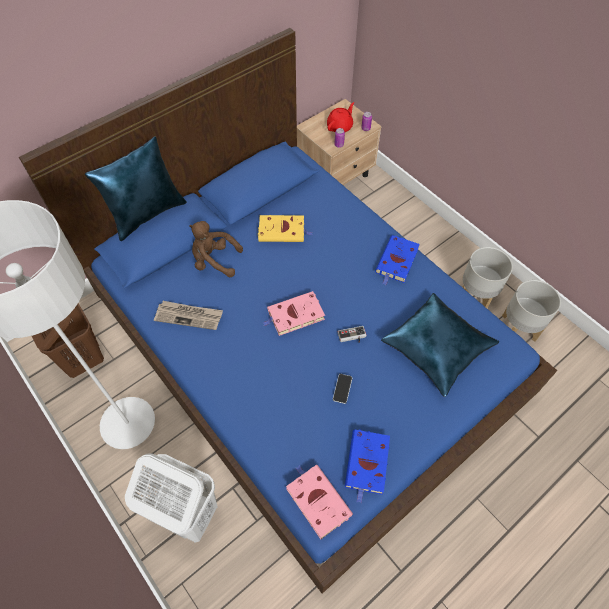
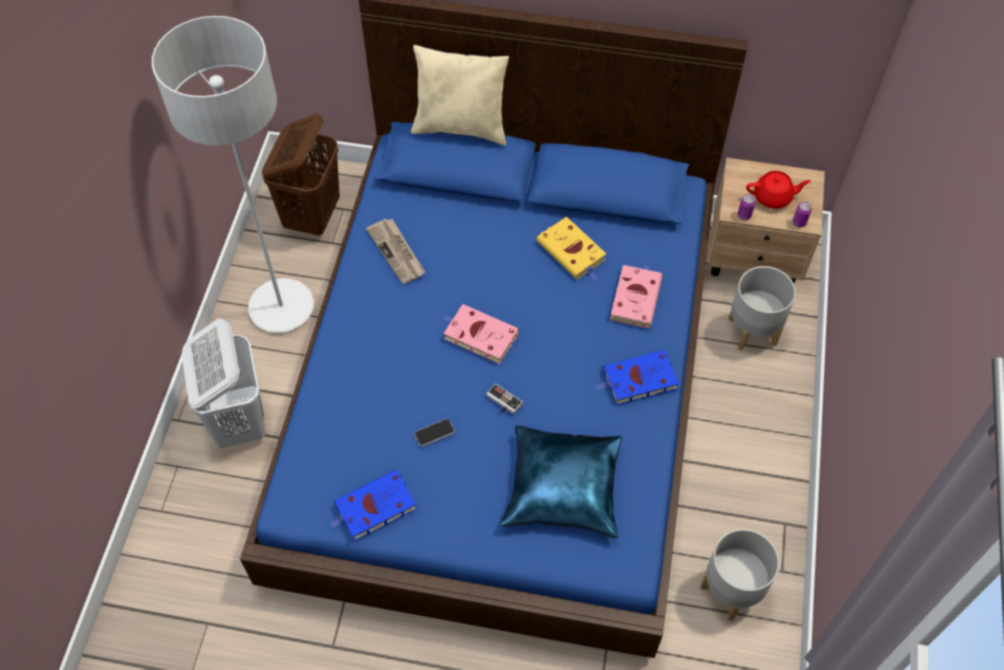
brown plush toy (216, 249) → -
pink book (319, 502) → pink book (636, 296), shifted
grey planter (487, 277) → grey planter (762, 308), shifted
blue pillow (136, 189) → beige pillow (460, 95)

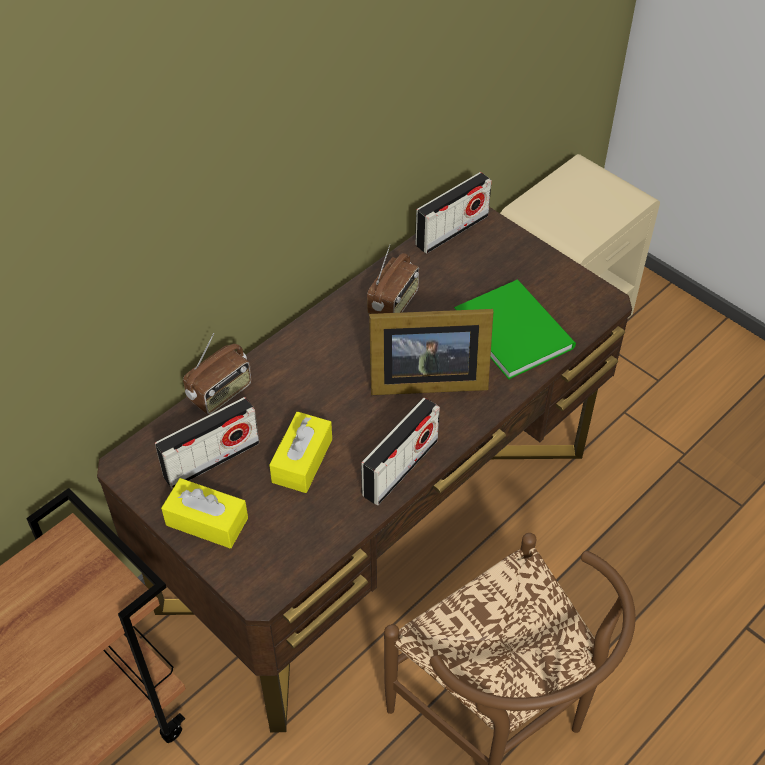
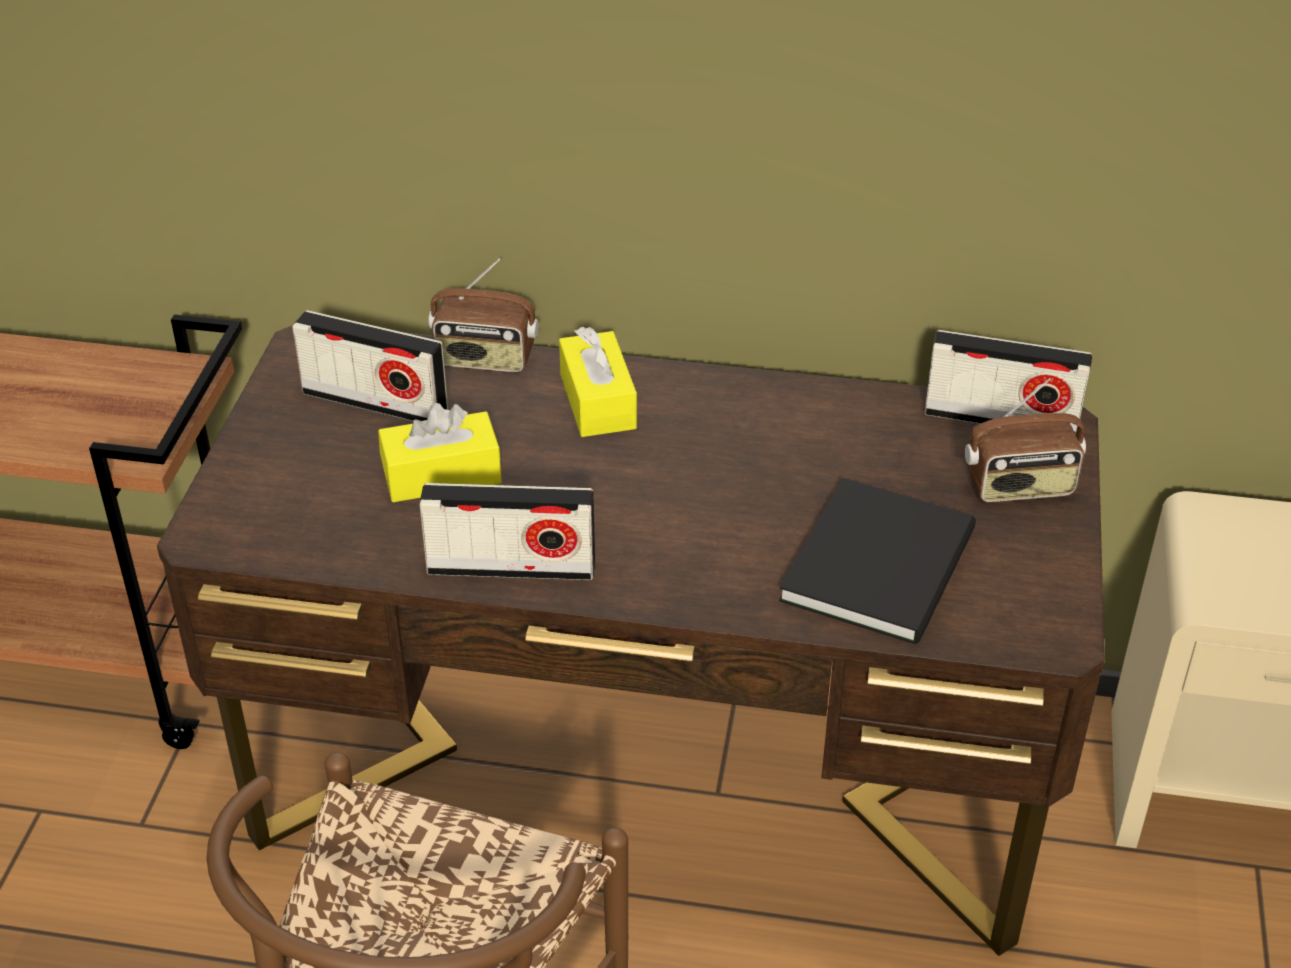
picture frame (431, 352) → -
yellow tissue box (204, 513) → yellow tissue box (598, 382), shifted
radio (393, 279) → radio (1025, 440), shifted
green book (515, 329) → black book (877, 561)

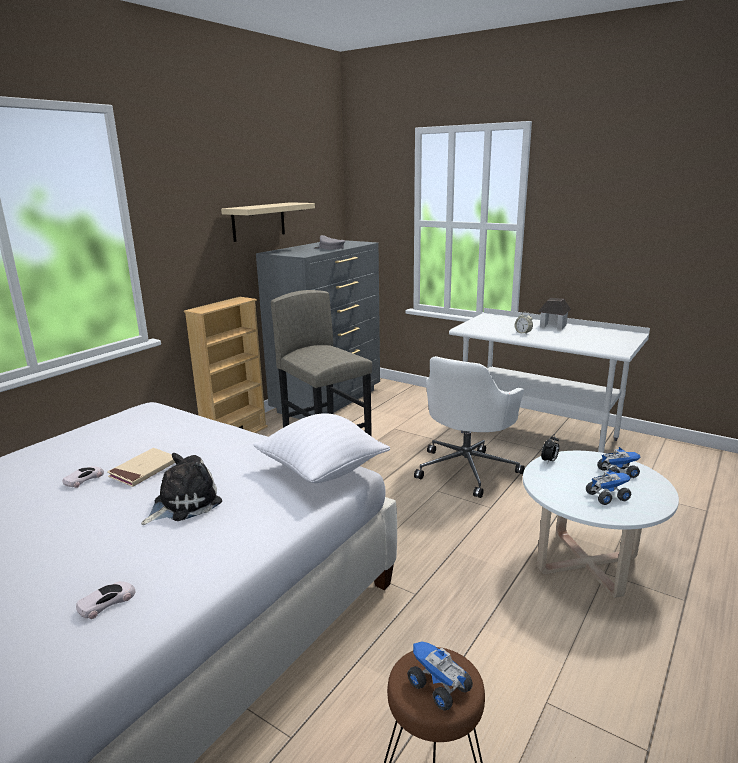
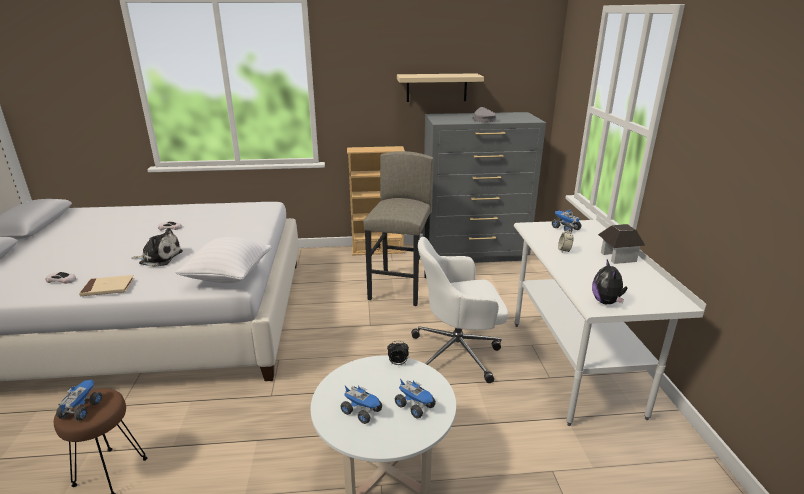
- → toy truck (566, 220)
- → plush toy (609, 281)
beige book (141, 467) → beige book (106, 285), shifted

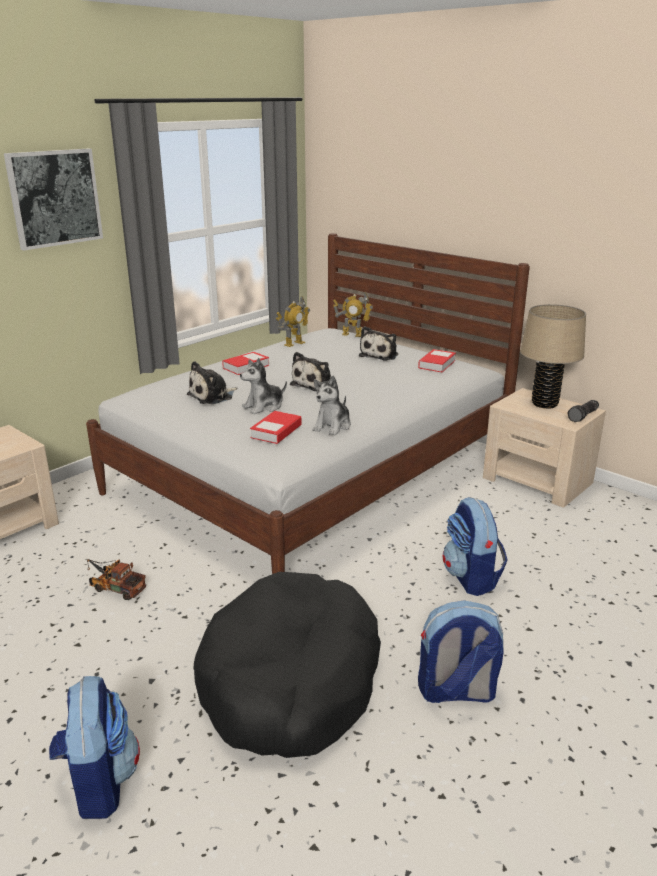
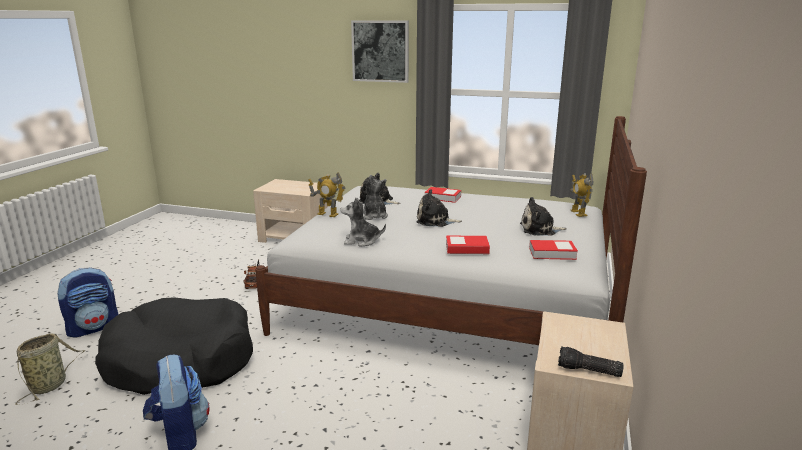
backpack (475, 546) → -
beige table lamp (553, 356) → -
- → basket (51, 369)
book (275, 427) → book (468, 245), shifted
toy robot (293, 321) → toy robot (327, 194), shifted
plush toy (263, 386) → plush toy (375, 197), 45 degrees clockwise

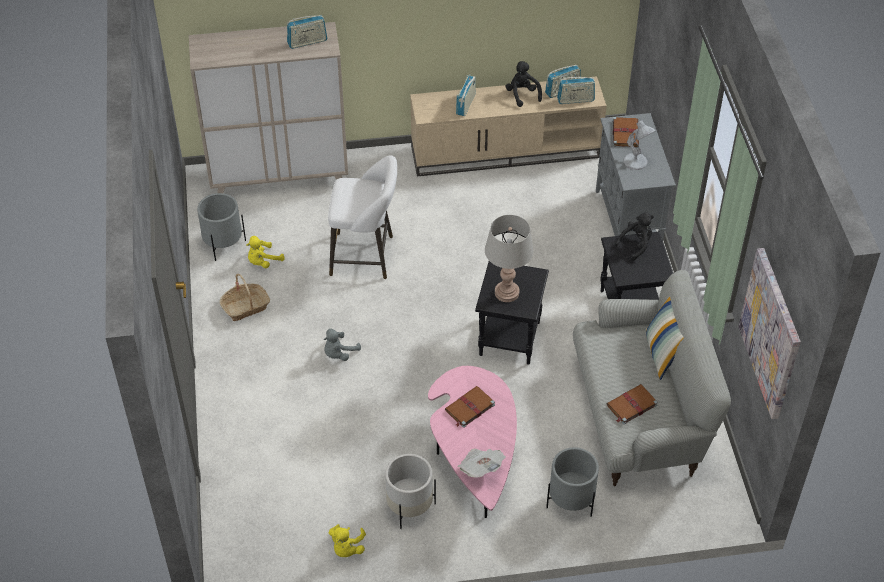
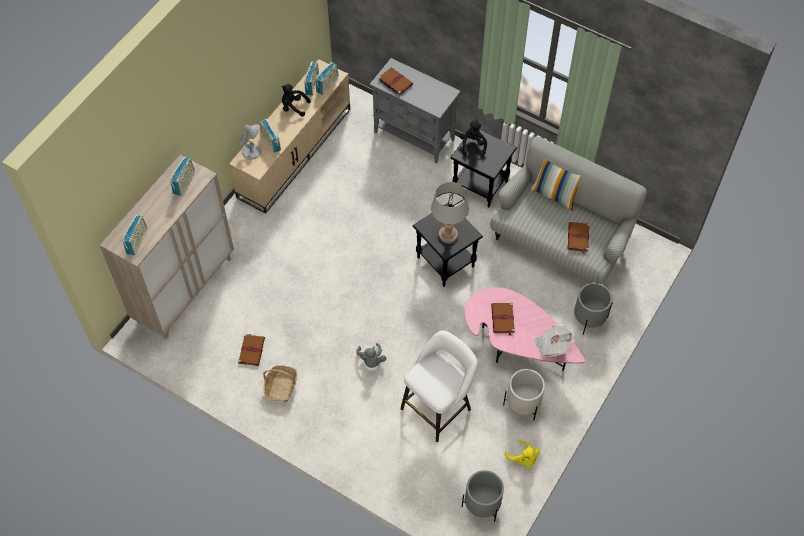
picture (769, 333) → -
- → radio (135, 235)
grey planter (221, 227) → grey planter (483, 496), shifted
white stool (362, 217) → white stool (439, 386), shifted
white table lamp (639, 145) → white table lamp (250, 142), shifted
yellow plush toy (265, 252) → brown book (251, 350)

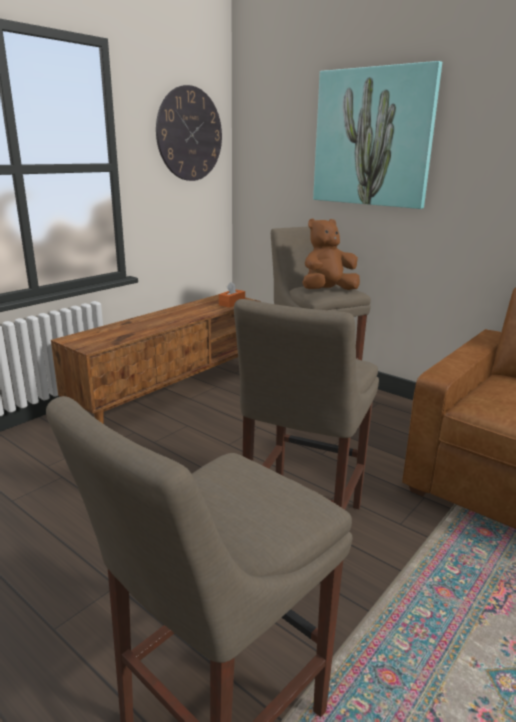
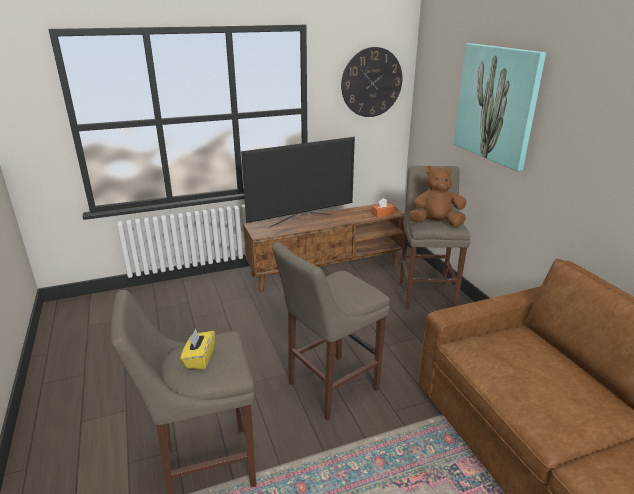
- → yellow tissue box (197, 349)
- → television (298, 182)

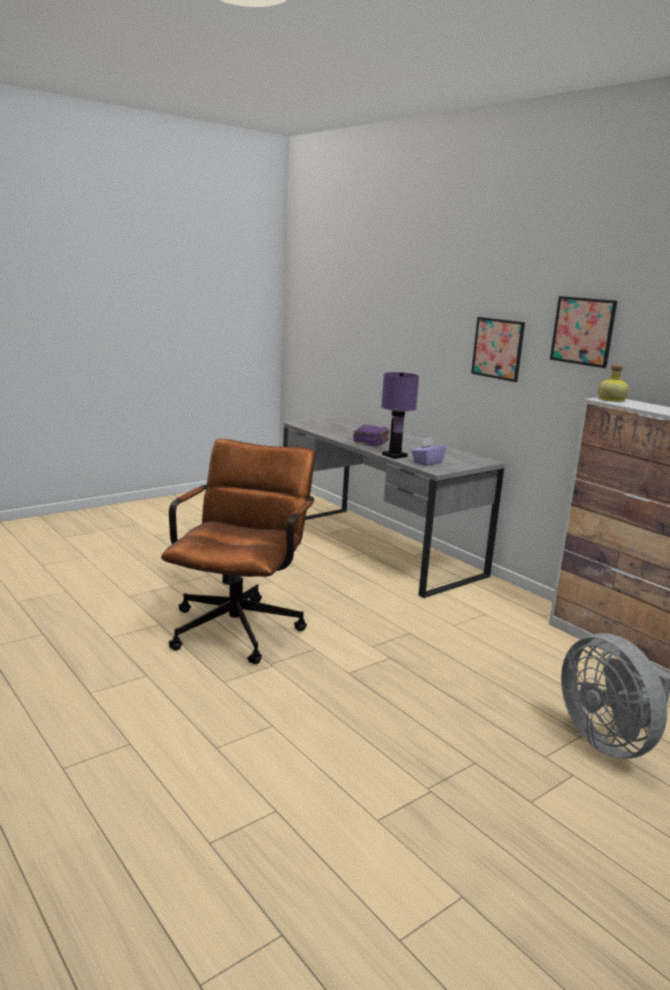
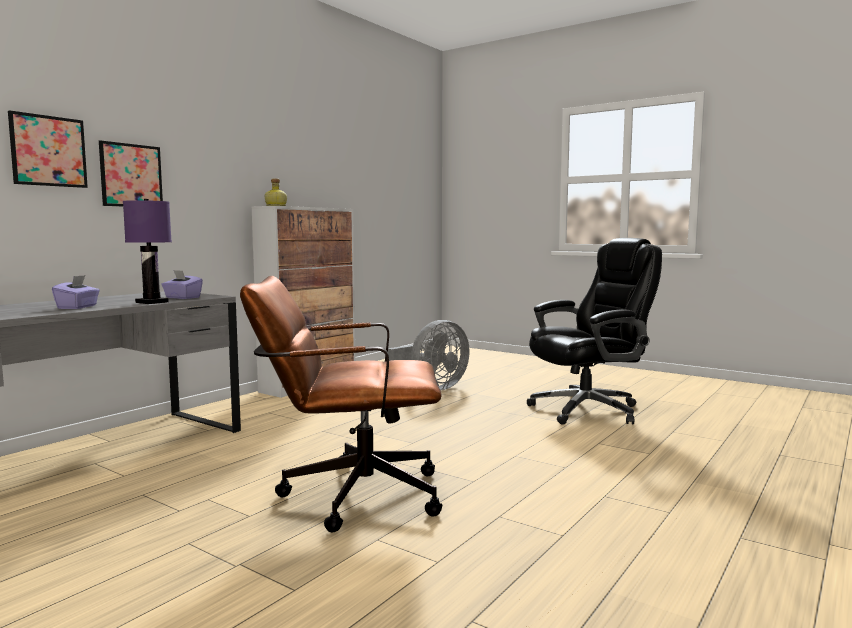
- → black office chair (594, 331)
picture (583, 332) → picture (48, 149), shifted
purple book (371, 435) → purple tissue box (76, 292)

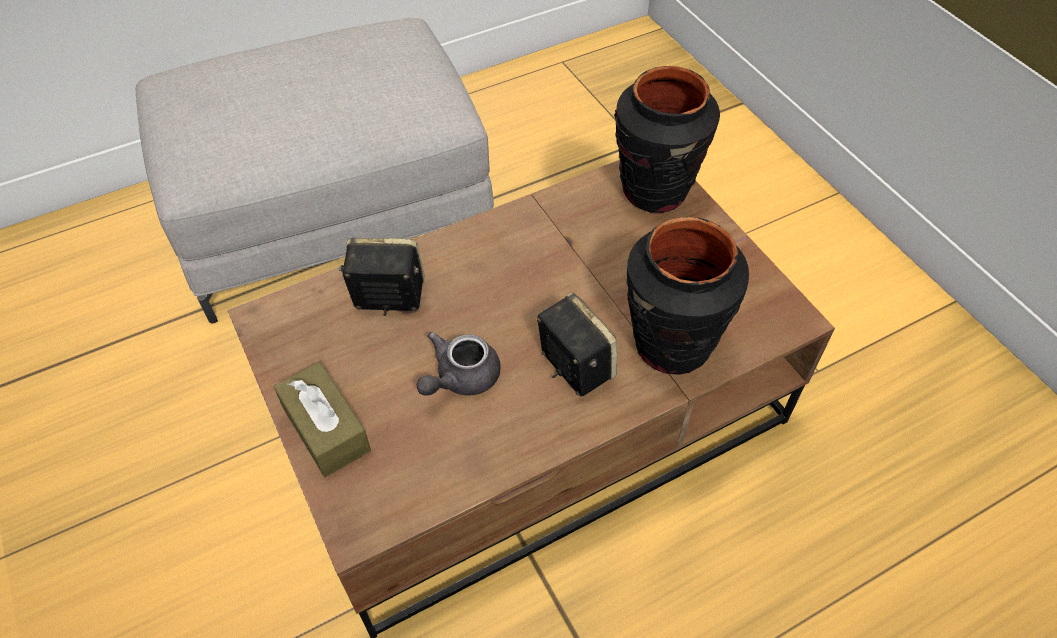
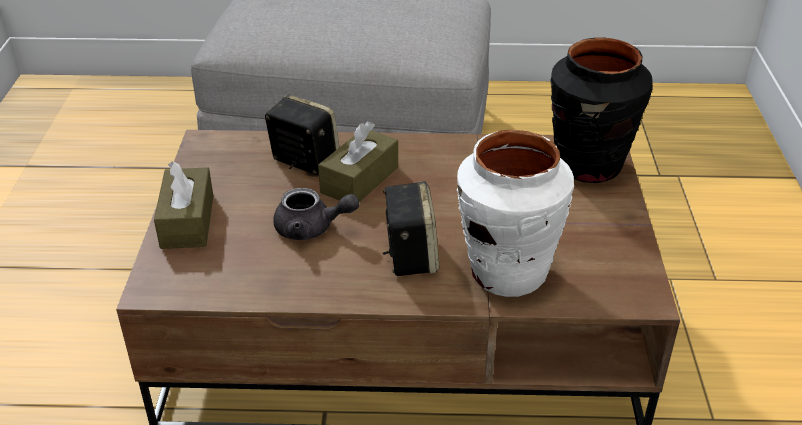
- → brown tissue box (358, 161)
black vase (688, 296) → white vase (515, 213)
grey teapot (458, 364) → grey teapot (316, 214), 150 degrees counterclockwise

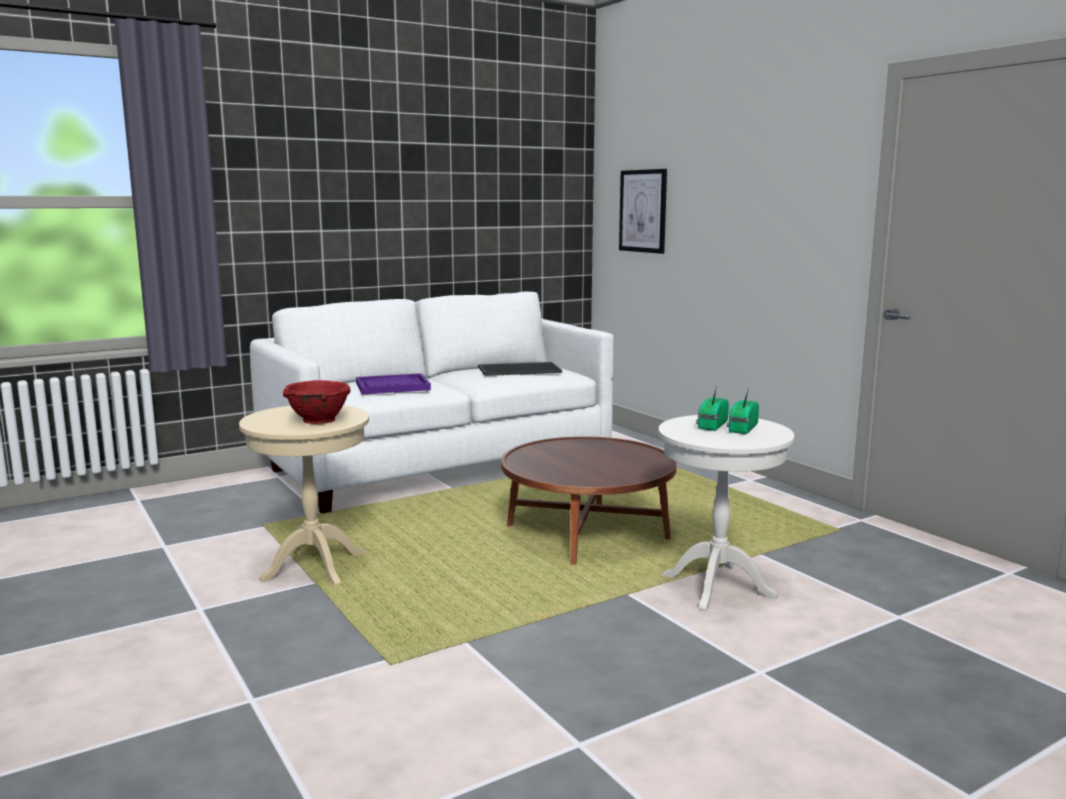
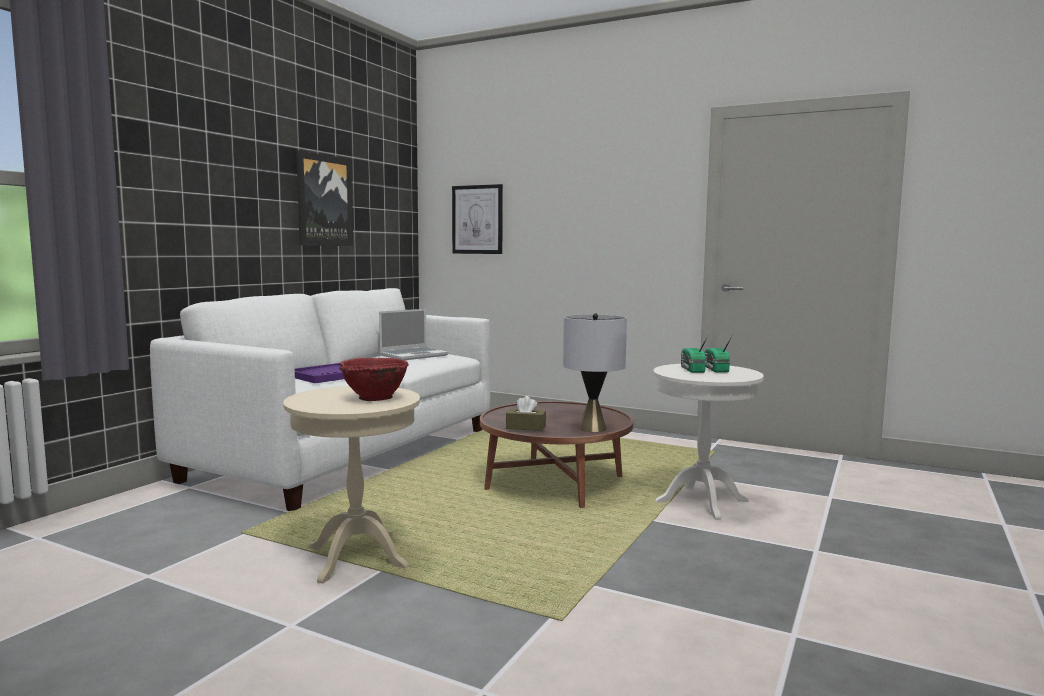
- → picture (324, 198)
- → brown tissue box (526, 413)
- → grey table lamp (595, 372)
tray (520, 369) → laptop (414, 334)

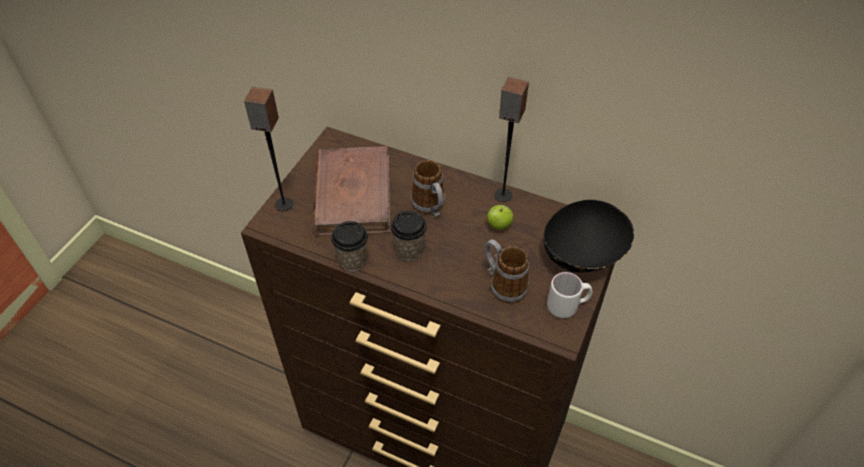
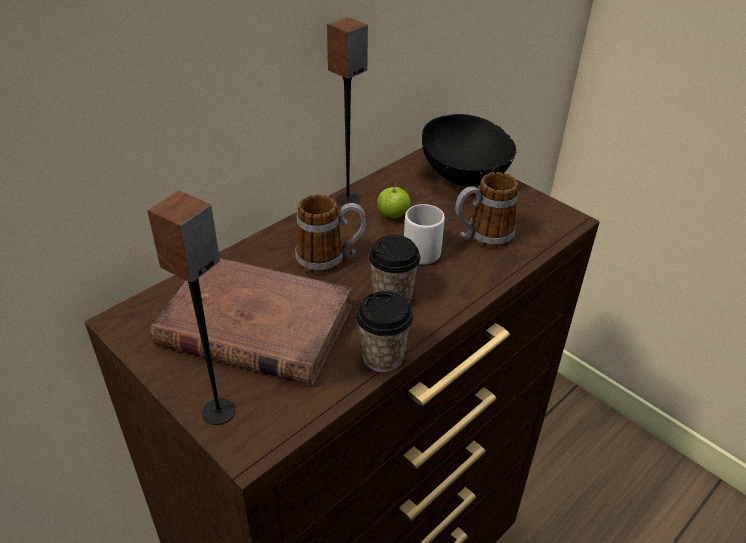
white mug (569, 295) → white mug (424, 234), shifted

